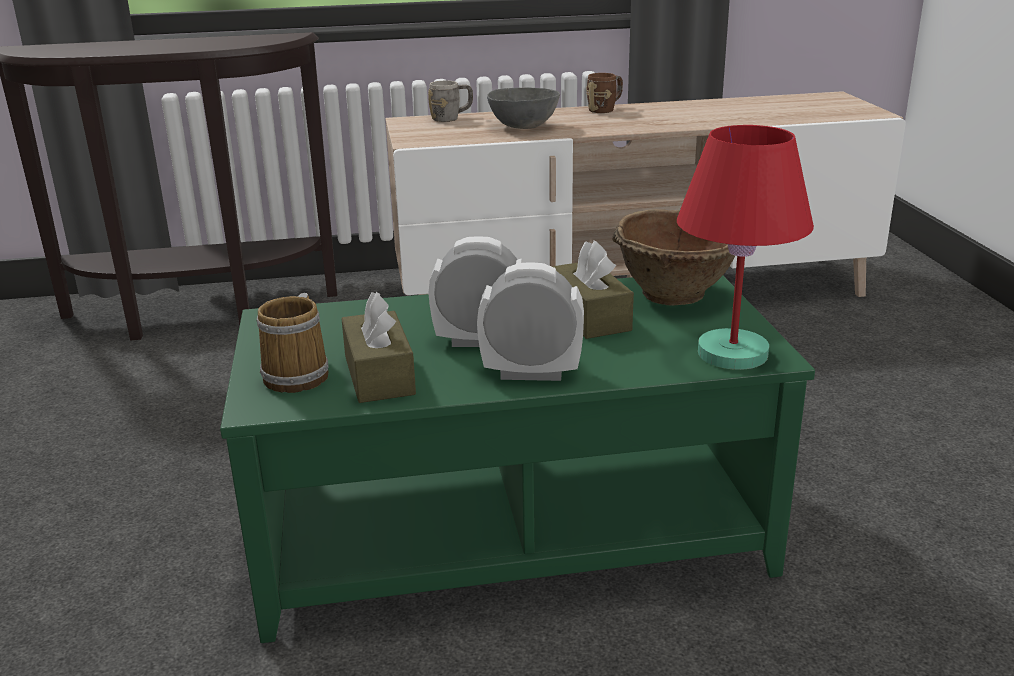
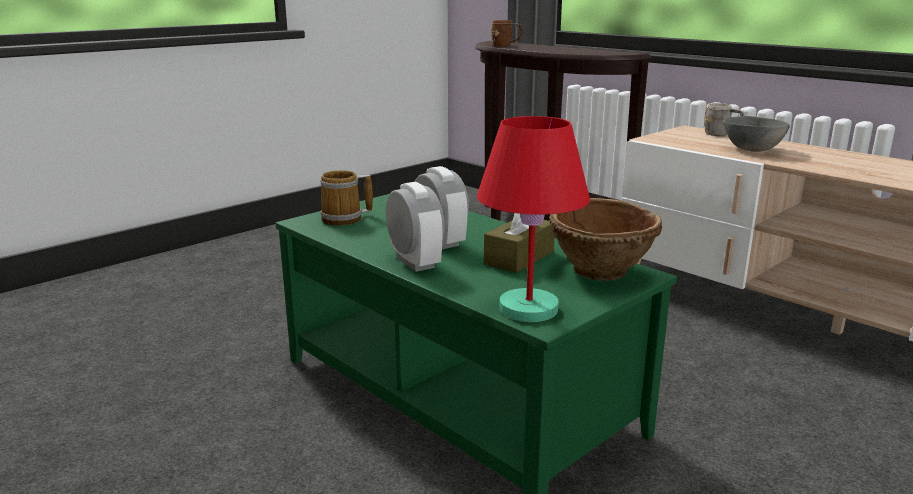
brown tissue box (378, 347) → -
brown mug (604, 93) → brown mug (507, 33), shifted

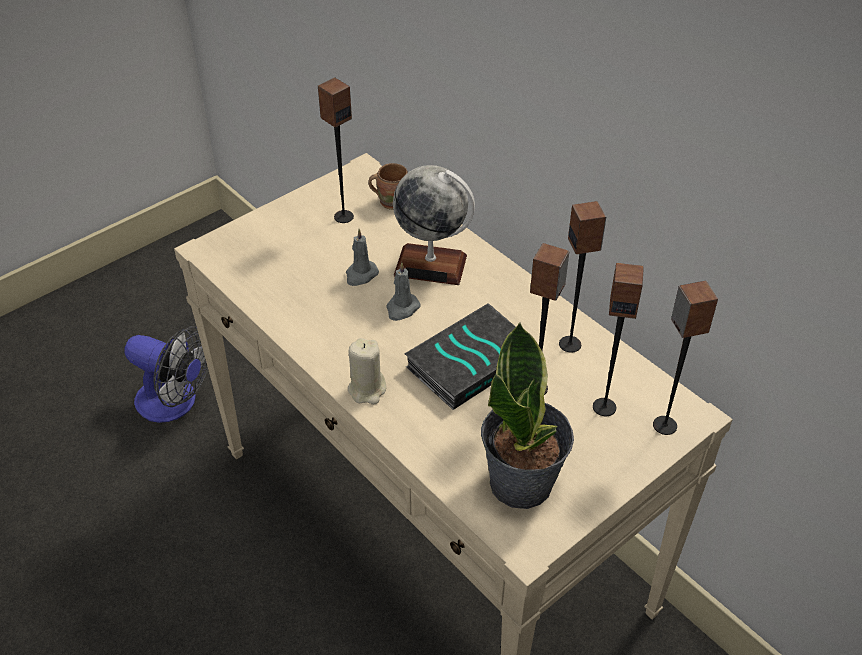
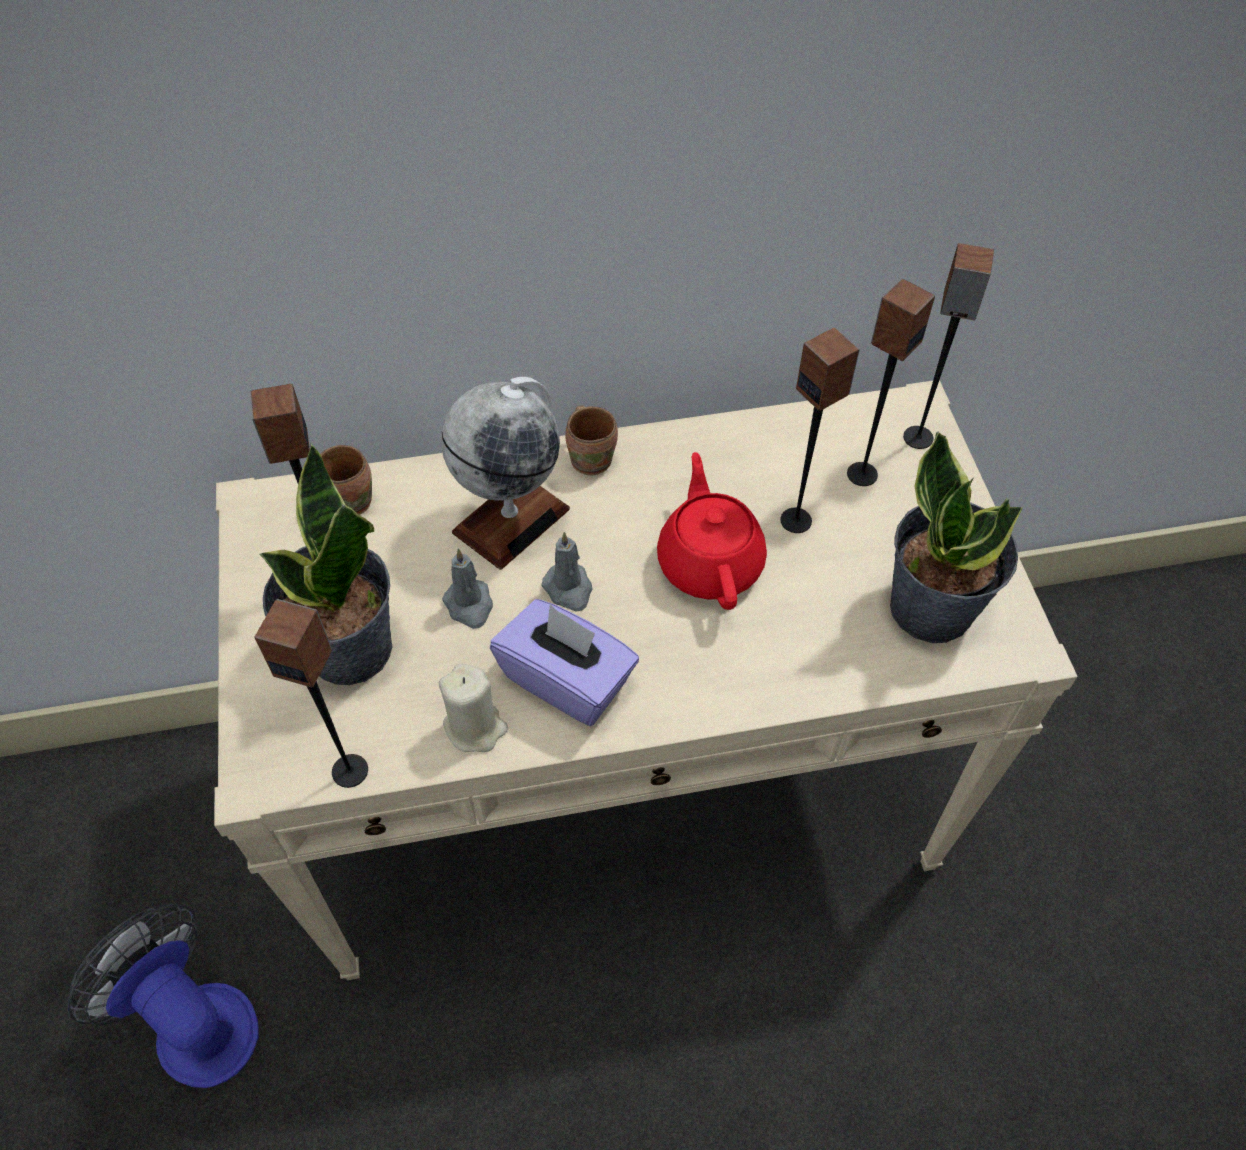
- → potted plant (326, 564)
- → purple tissue box (564, 662)
- → brown mug (591, 440)
beige candle (367, 371) → beige candle (473, 707), shifted
speaker (582, 277) → speaker (311, 693), shifted
book (460, 356) → red teapot (712, 531)
fan (166, 374) → fan (163, 996), 105 degrees counterclockwise

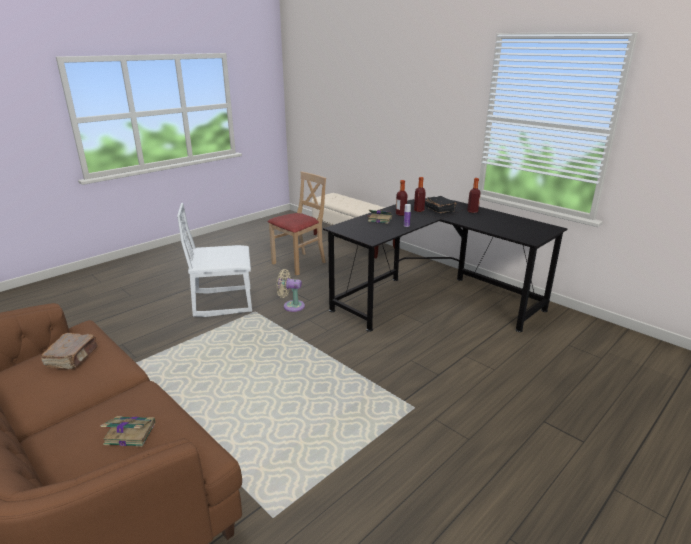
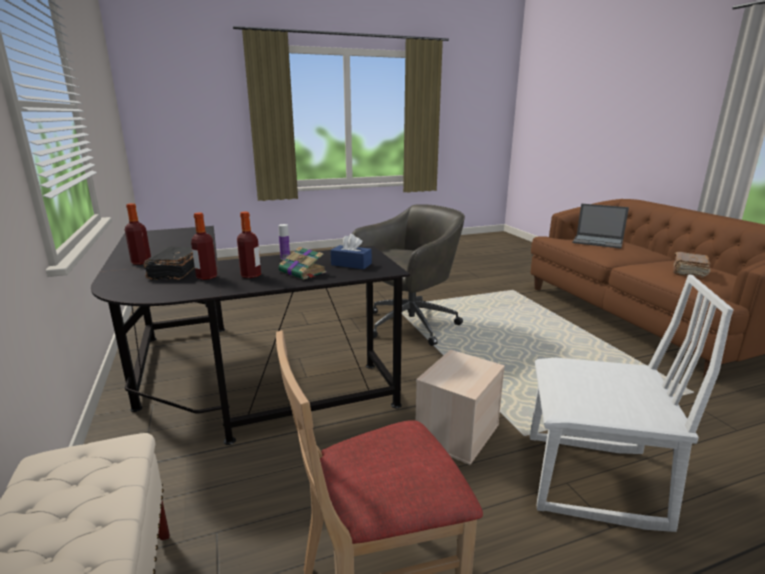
- → blue tissue box (351, 251)
- → grey office chair (408, 275)
book (128, 431) → laptop (601, 226)
beige fan (291, 290) → beige storage box (460, 407)

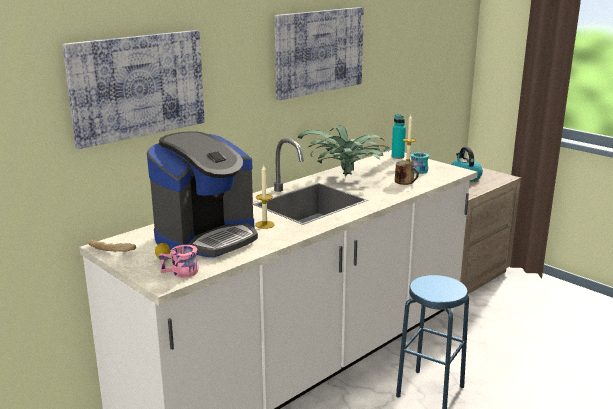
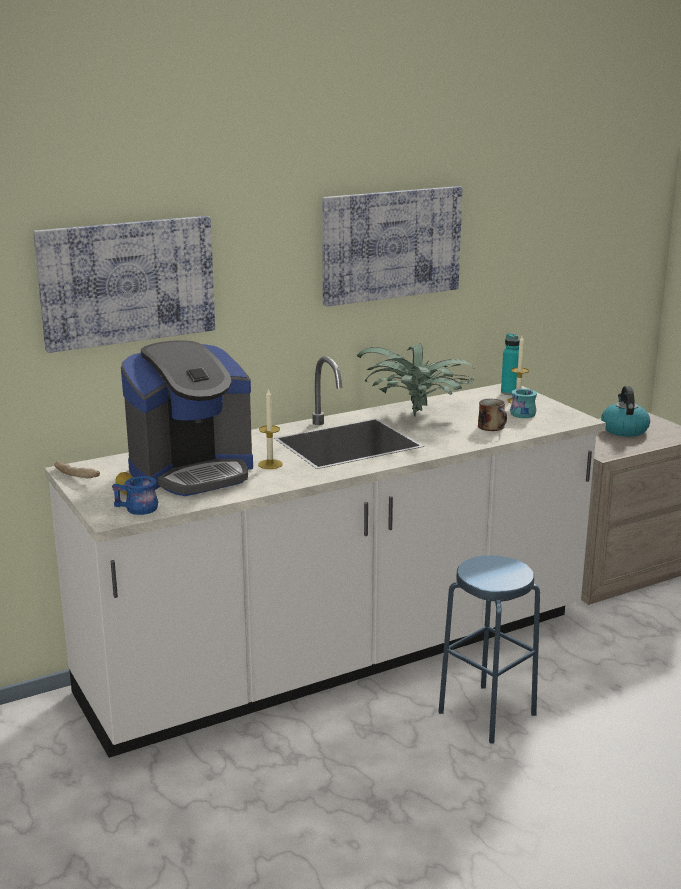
pink mug (179, 261) → blue mug (135, 495)

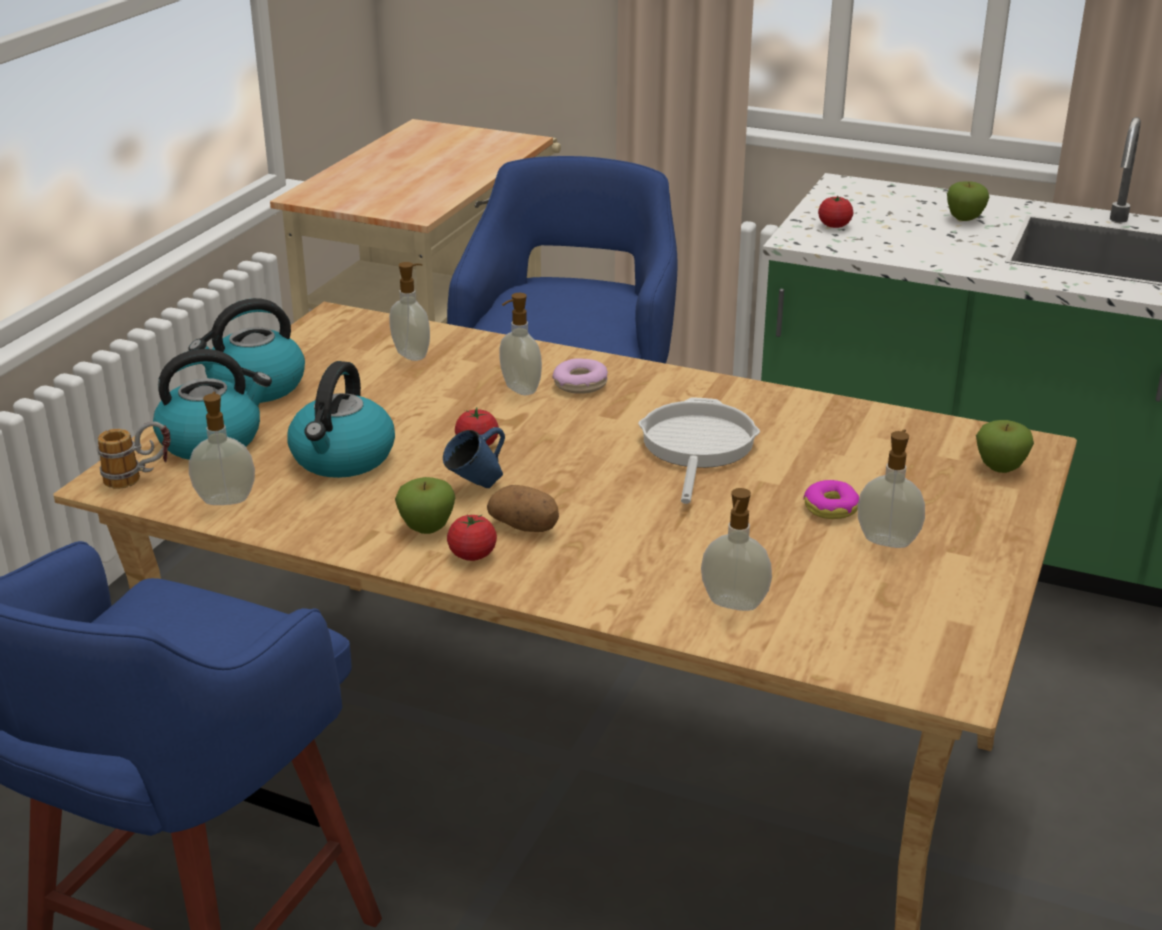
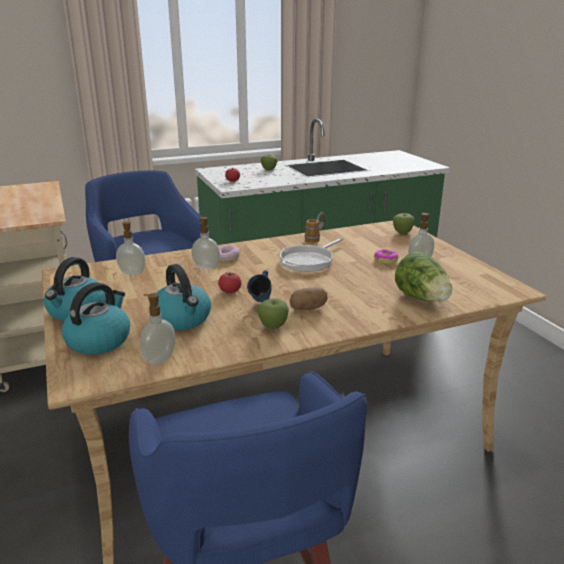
tomato (472, 538) → -
mug (134, 455) → mug (315, 227), shifted
soap dispenser (736, 549) → lettuce (423, 277)
frying pan (699, 450) → frying pan (311, 255), 105 degrees counterclockwise

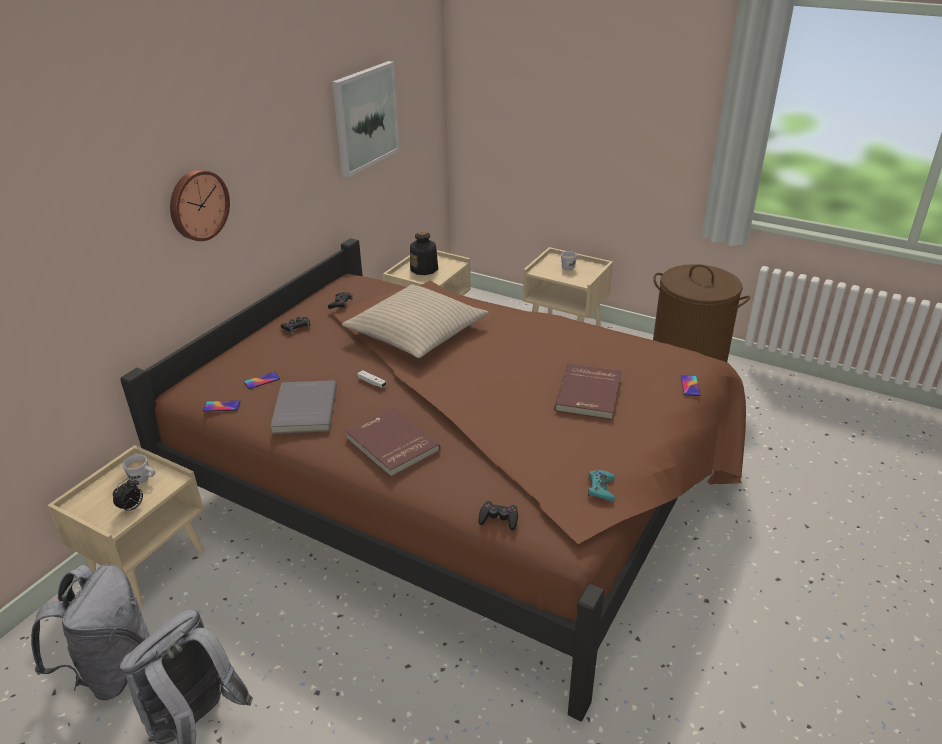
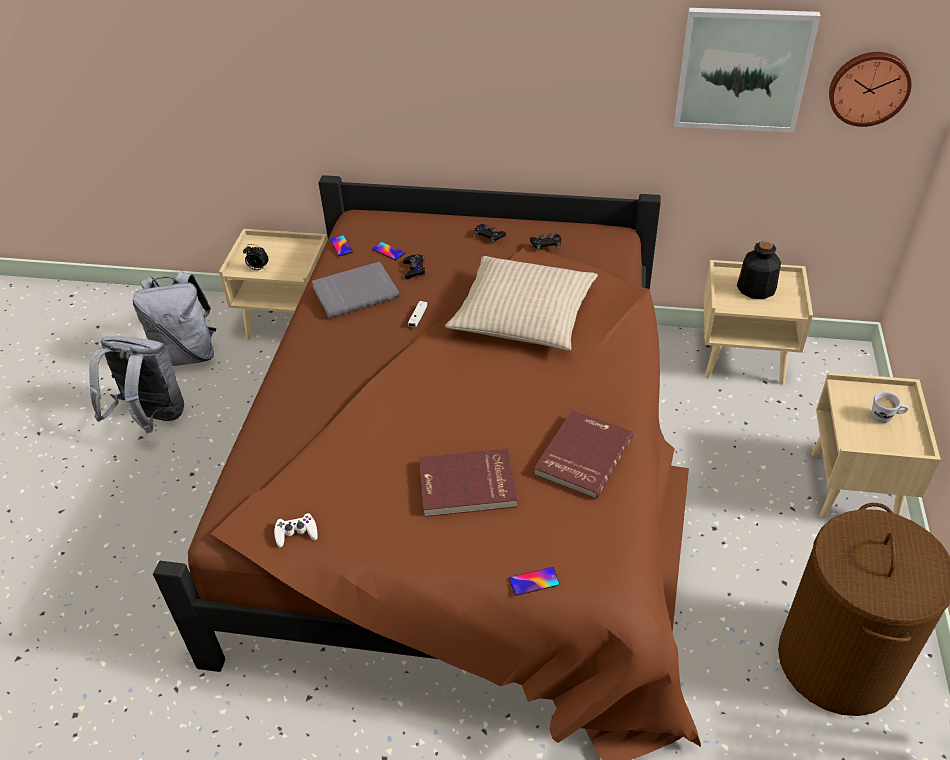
white mug (138, 469) → -
wall clock (200, 205) → wall clock (870, 89), shifted
red book (392, 442) → red book (583, 454), shifted
black game controller (498, 515) → black game controller (414, 266), shifted
turquoise game controller (601, 485) → white game controller (296, 530)

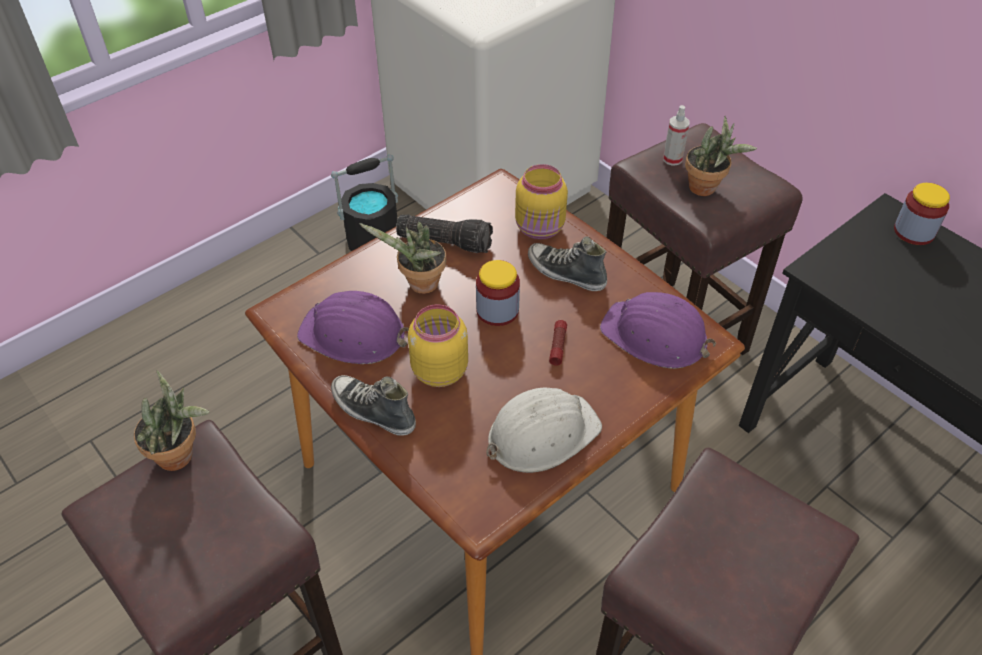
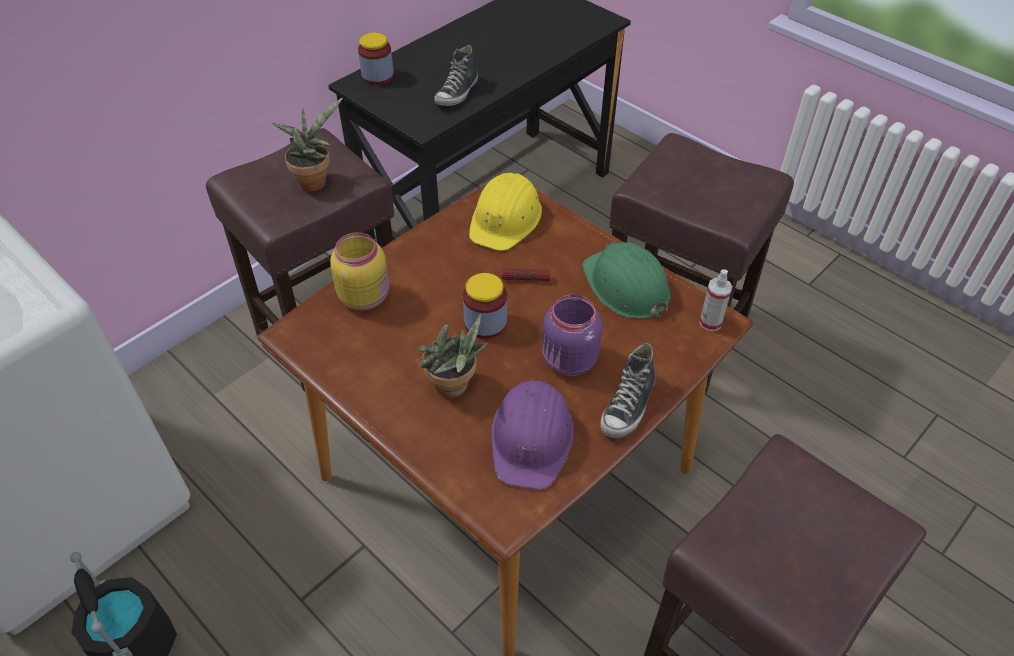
potted plant (172, 420) → -
flashlight (444, 233) → -
shoe (567, 263) → shoe (456, 75), shifted
spray bottle (676, 135) → spray bottle (715, 300), shifted
yellow jar (438, 345) → purple jar (572, 335)
white hard hat (544, 430) → green hard hat (626, 280)
purple hard hat (658, 330) → yellow hard hat (505, 212)

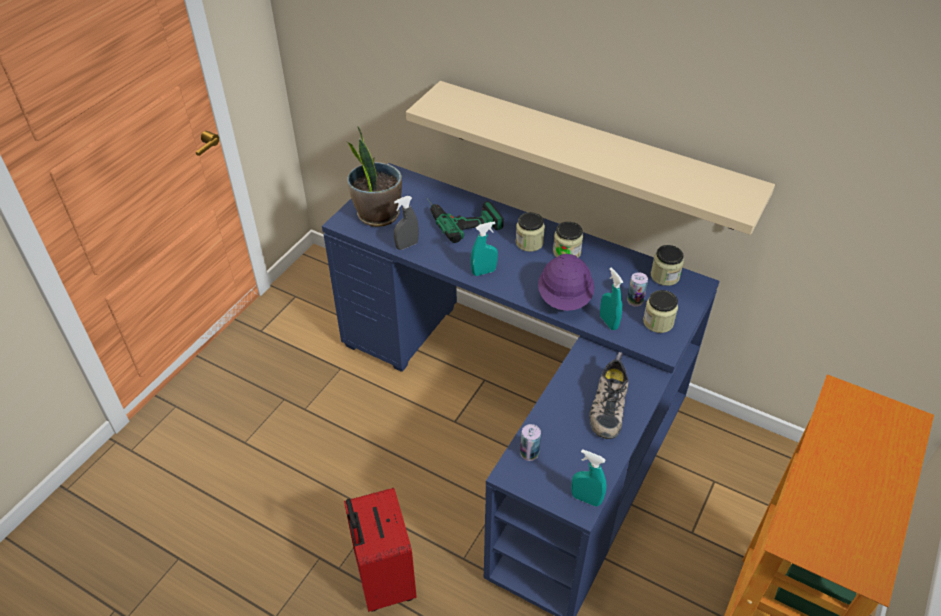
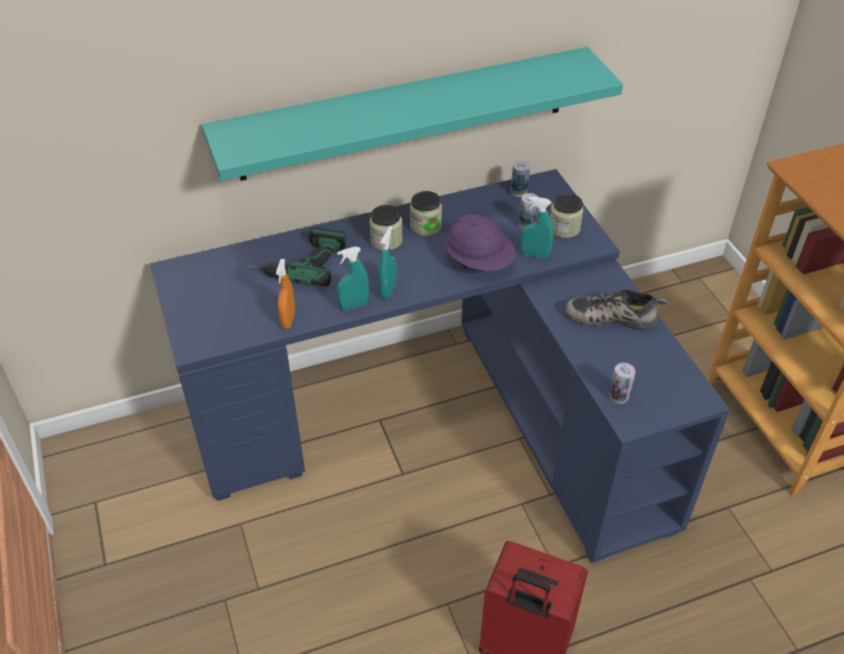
potted plant (374, 176) → -
turquoise spray bottle (589, 478) → turquoise spray bottle (353, 278), shifted
jar (667, 265) → can (520, 179)
grey spray bottle (406, 223) → orange spray bottle (285, 294)
beige shelf (590, 158) → turquoise shelf (412, 114)
shoe (609, 395) → shoe (616, 310), 135 degrees clockwise

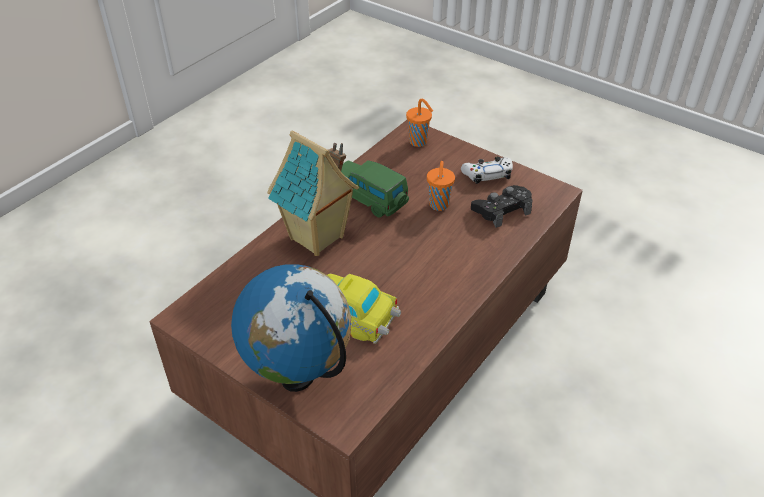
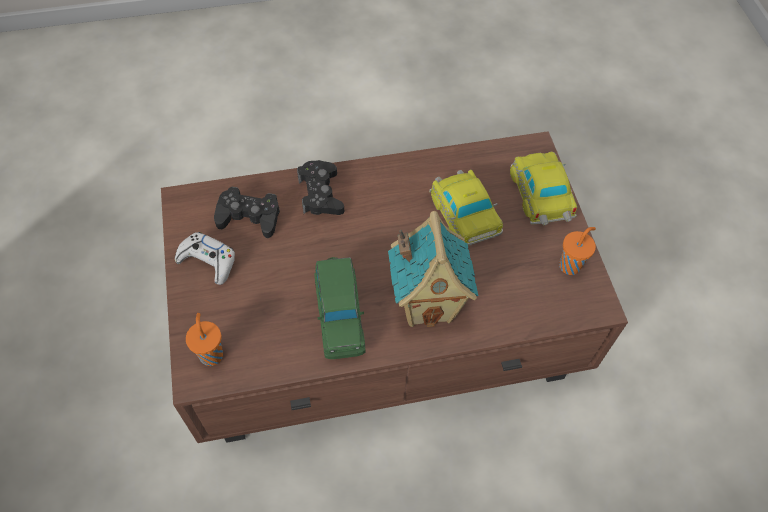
- → black game controller (320, 187)
orange cup (441, 186) → orange cup (577, 251), shifted
globe (291, 328) → toy car (543, 188)

